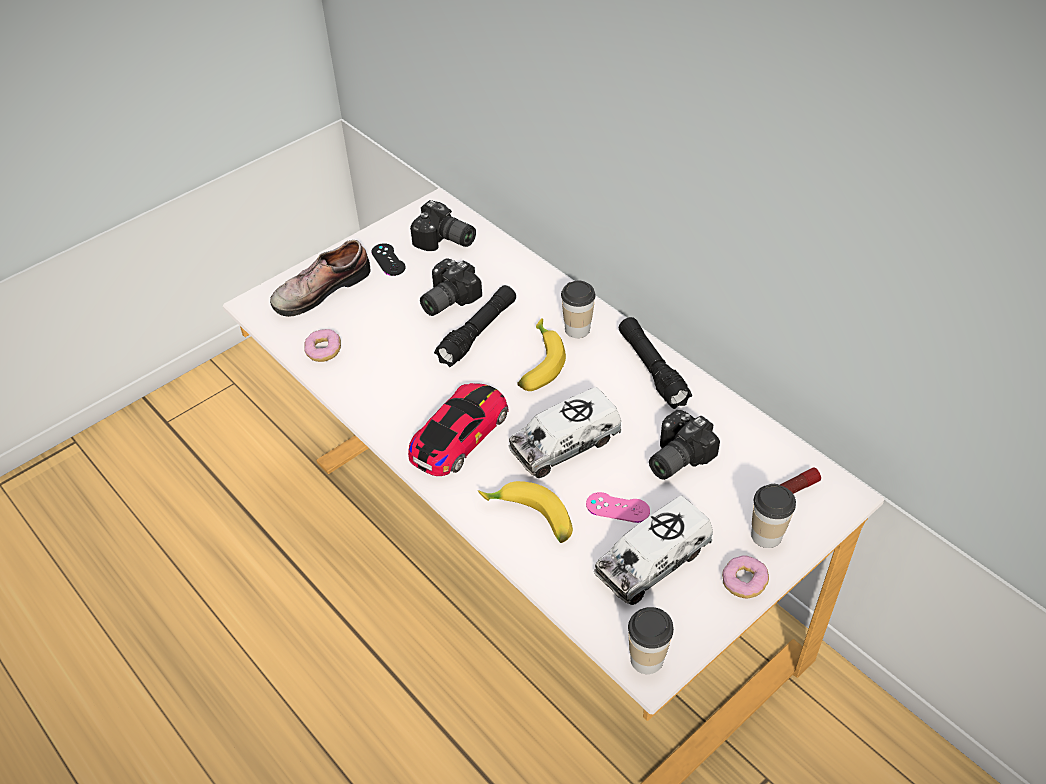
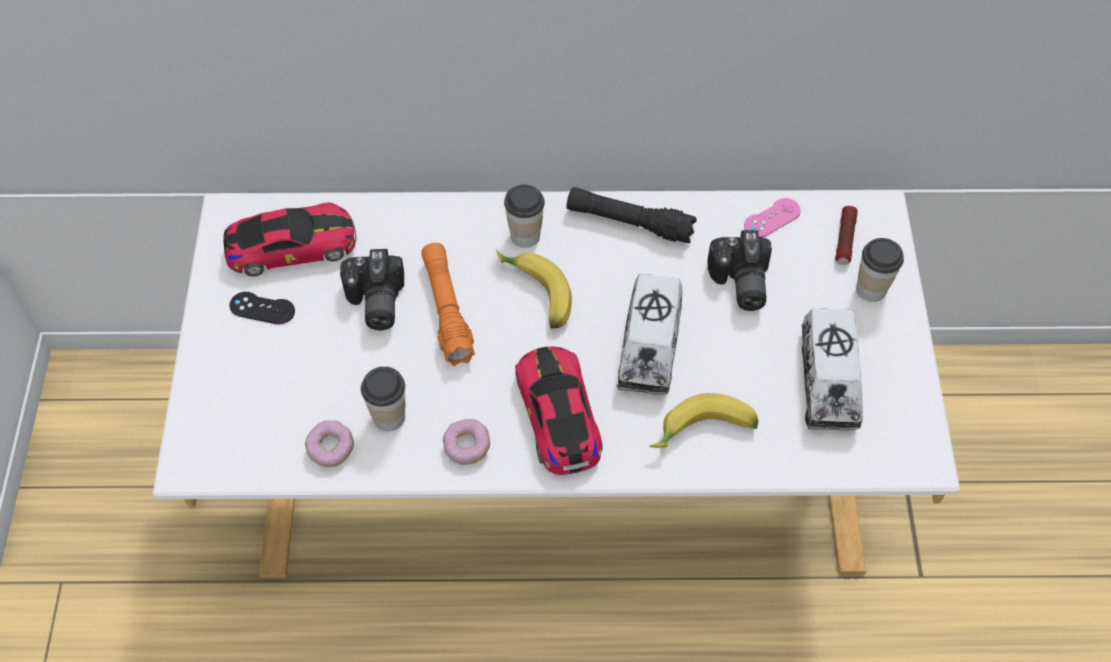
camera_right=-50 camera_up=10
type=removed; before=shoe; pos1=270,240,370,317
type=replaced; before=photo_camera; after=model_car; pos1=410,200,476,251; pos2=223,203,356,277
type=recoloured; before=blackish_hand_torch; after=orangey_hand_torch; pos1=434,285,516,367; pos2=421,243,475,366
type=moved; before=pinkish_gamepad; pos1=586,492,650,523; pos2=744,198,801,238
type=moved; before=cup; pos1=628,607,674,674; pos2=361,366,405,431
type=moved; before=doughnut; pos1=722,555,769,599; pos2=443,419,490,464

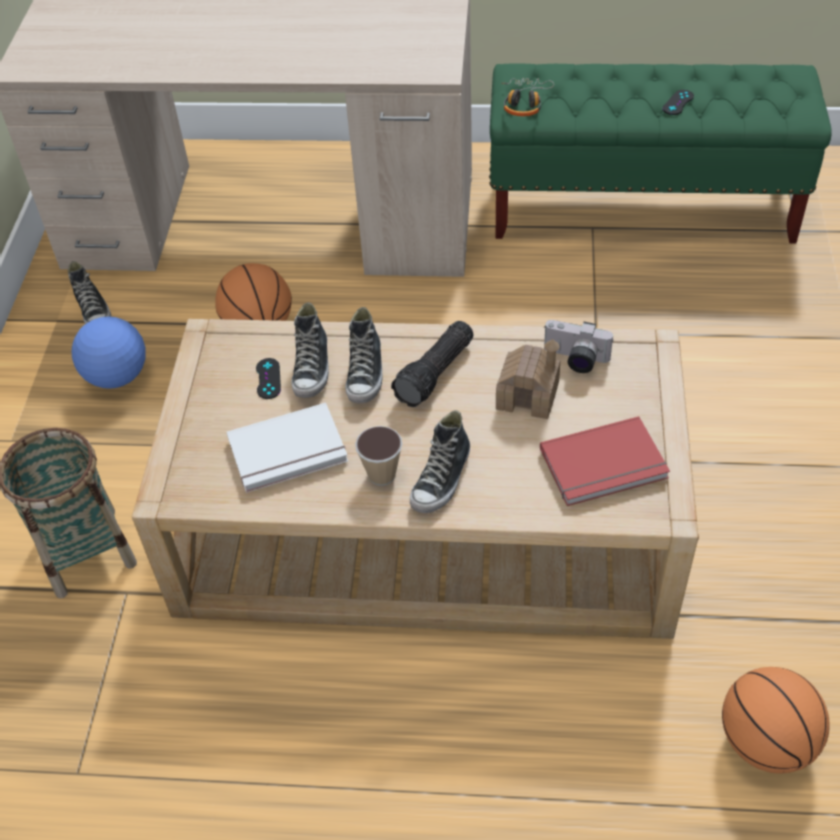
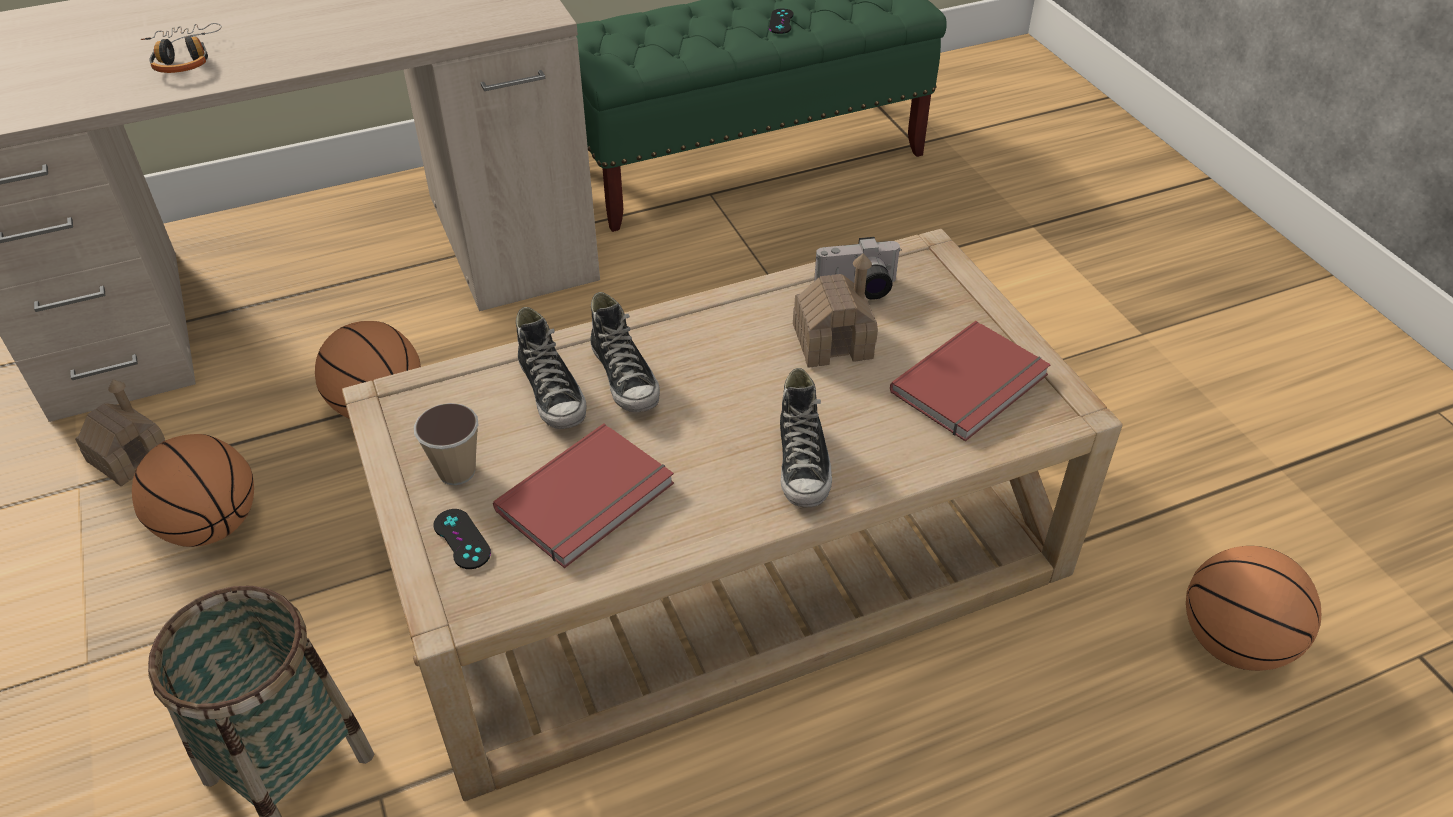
camera_right=-30 camera_up=-5
type=replaced; before=shoe; after=miniature_house; pos1=68,261,111,324; pos2=75,380,165,486
type=replaced; before=football_ball; after=basketball; pos1=72,317,146,389; pos2=132,434,254,547
type=recoloured; before=whitish_book; after=red_book; pos1=227,403,348,493; pos2=493,423,674,568
type=moved; before=blackish_gamepad; pos1=256,358,281,399; pos2=434,509,491,569
type=moved; before=cup; pos1=355,426,402,486; pos2=414,403,478,485
type=removed; before=hand_torch; pos1=391,321,474,407
type=moved; before=headset; pos1=501,78,554,116; pos2=141,23,222,73

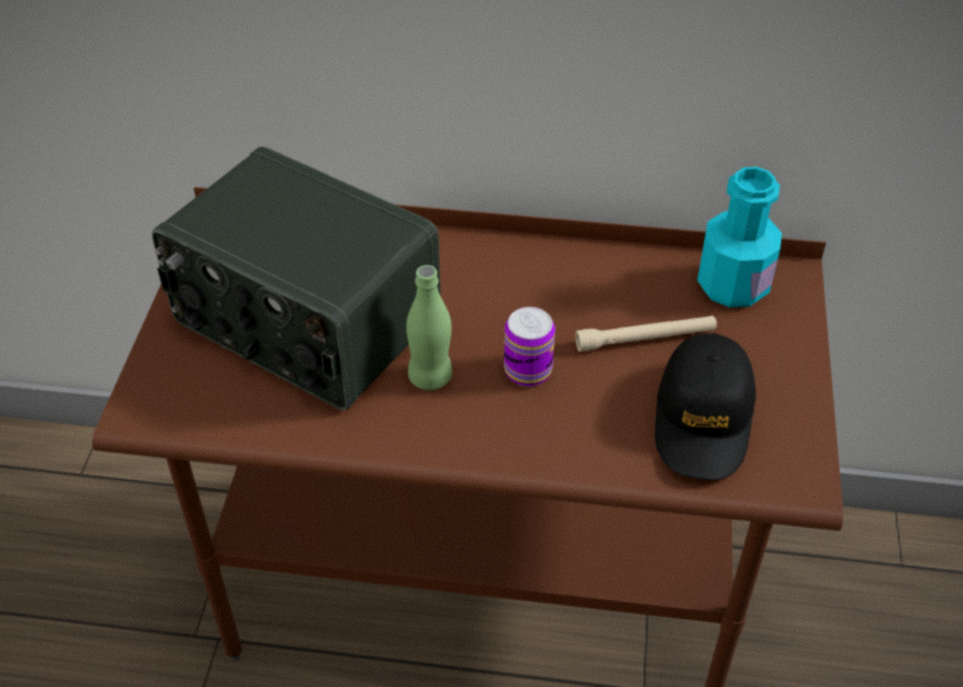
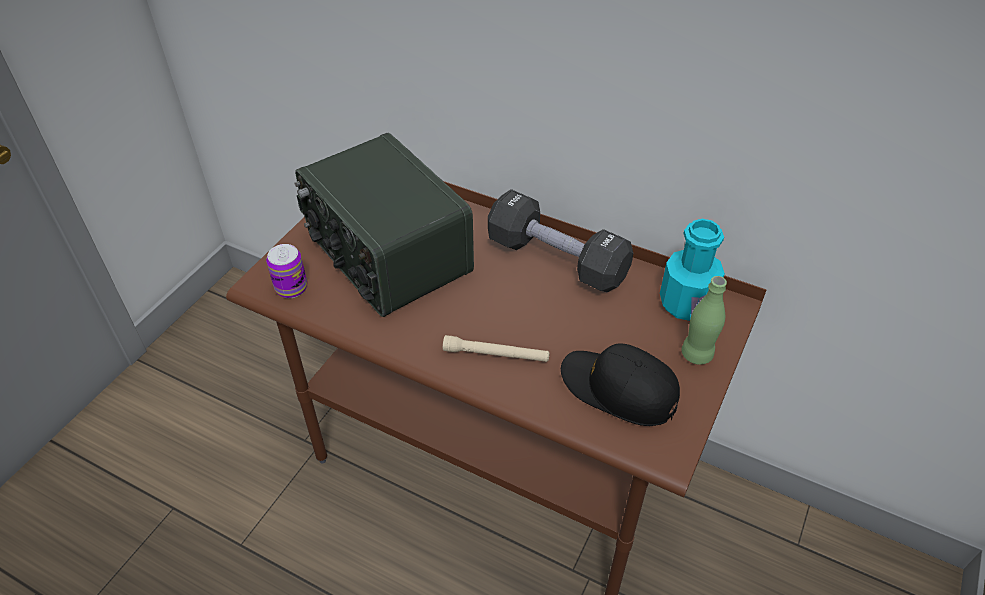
camera_right=20 camera_up=0
type=moved; before=green_bottle; pos1=406,265,452,390; pos2=682,276,727,365
type=moved; before=sealed_can; pos1=504,307,555,387; pos2=266,244,307,298
type=moved; before=beige_hand_torch; pos1=575,316,717,352; pos2=443,335,550,362
type=turned; before=blackish_cap; pos1=655,333,756,480; pos2=561,343,680,426; turn=90
type=added; after=blackish_dumbbell; pos2=488,189,633,292

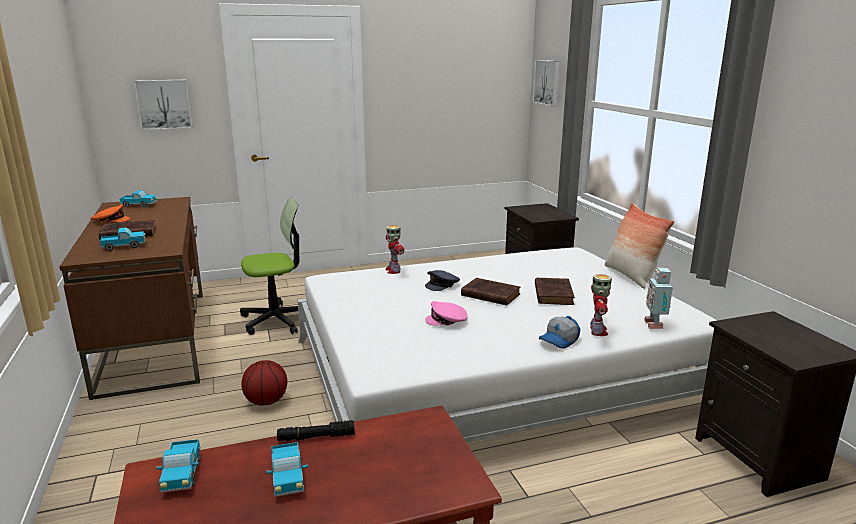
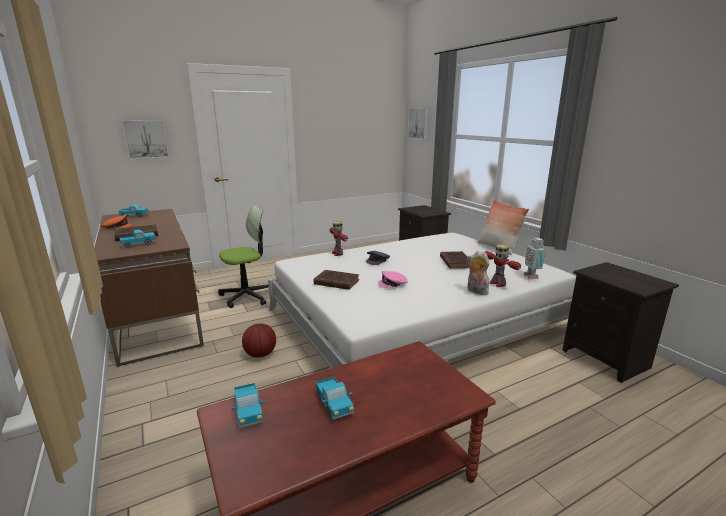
camera_right=-10 camera_up=0
type=removed; before=blackish_hand_torch; pos1=277,420,355,441
type=moved; before=brown_book; pos1=461,278,521,306; pos2=314,270,359,290
type=replaced; before=cap; after=cuddly_toy; pos1=539,316,581,348; pos2=467,251,490,295
type=turned; before=model_robot; pos1=590,274,612,336; pos2=485,244,521,287; turn=150

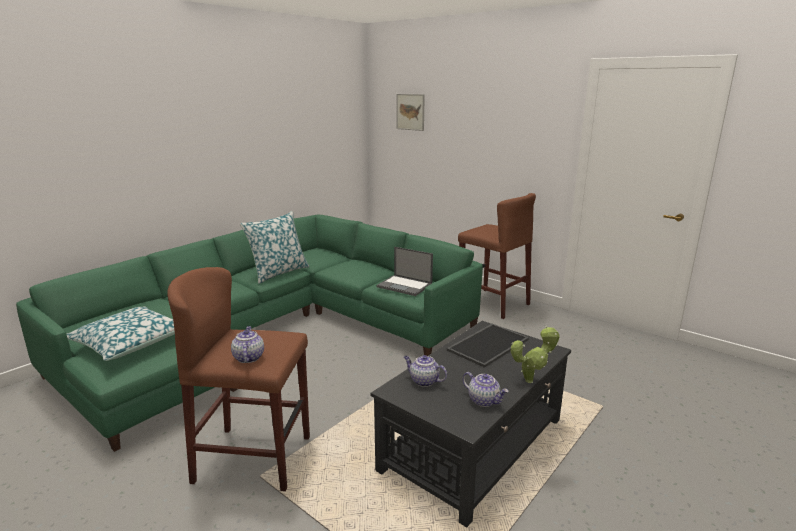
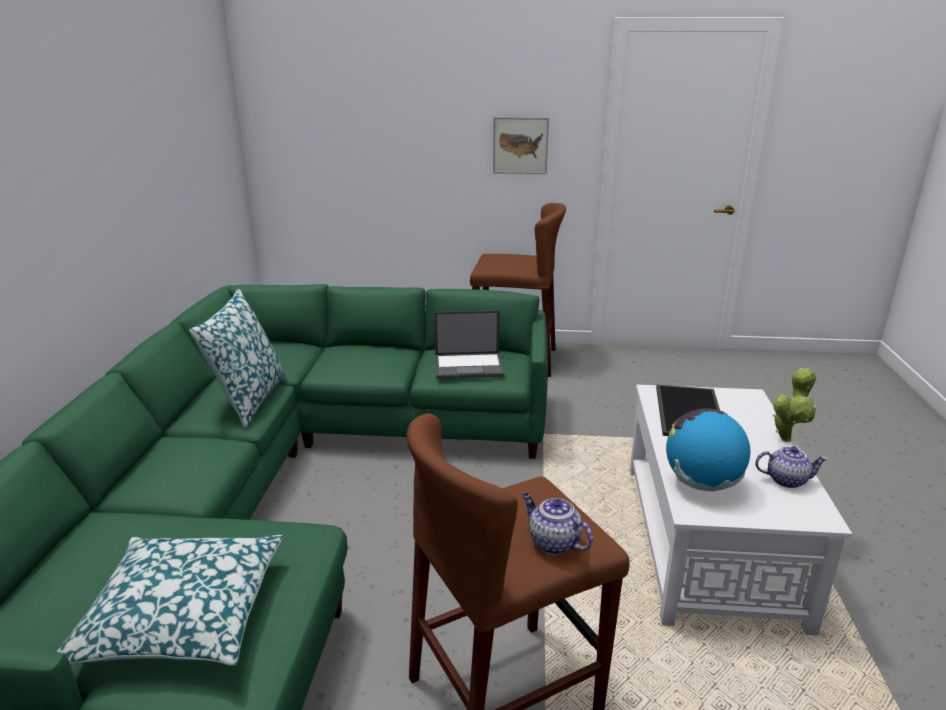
camera_right=-35 camera_up=5
type=recoloured; before=blackish_low_table; after=whitish_low_table; pos1=371,321,571,528; pos2=630,385,852,636
type=moved; before=wall_picture; pos1=396,94,425,131; pos2=493,117,549,174
type=replaced; before=pot_for_tea; after=world_globe; pos1=404,355,447,387; pos2=666,409,750,492

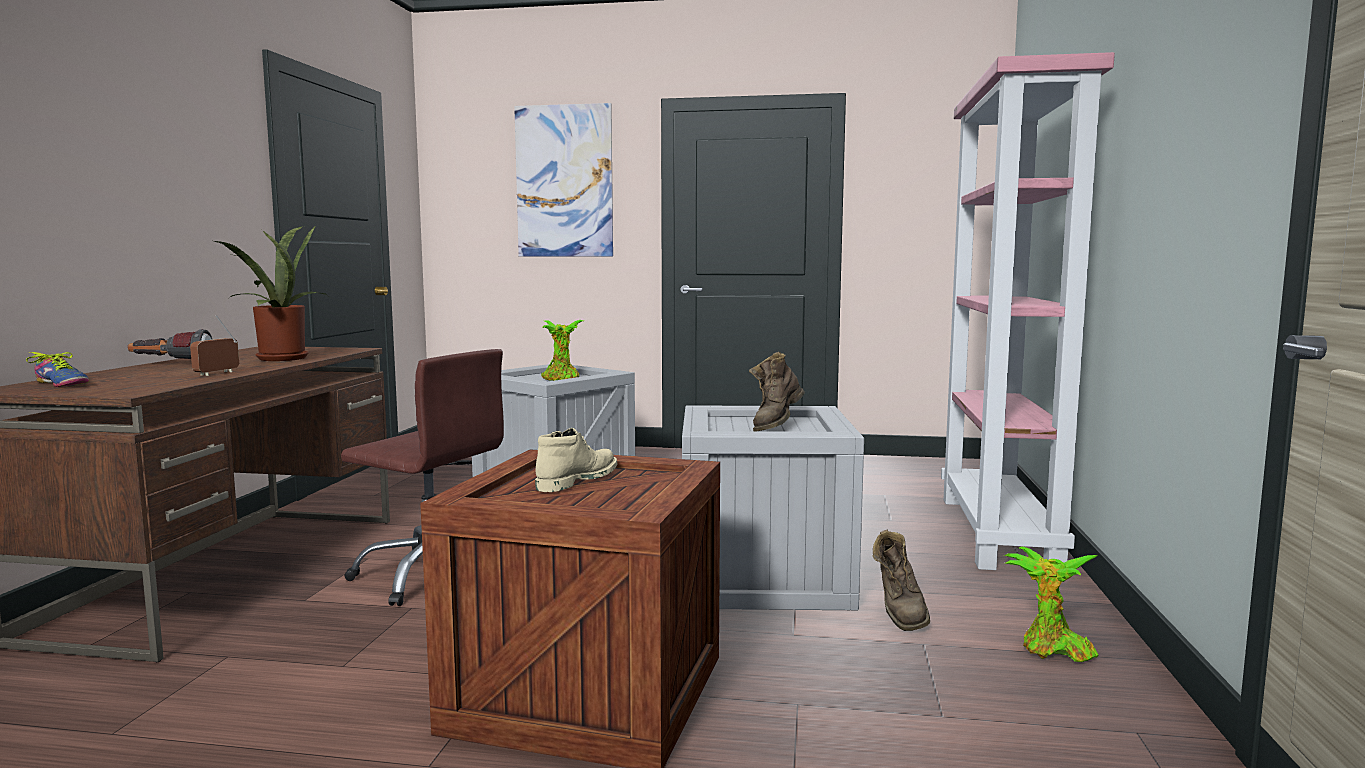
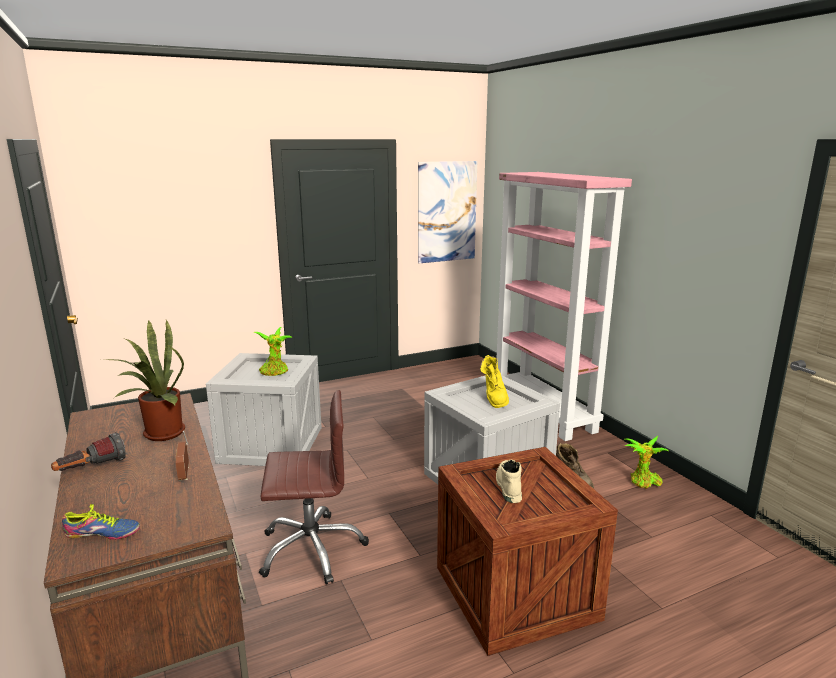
camera_right=-35 camera_up=10
type=moved; before=wall_picture; pos1=514,103,613,257; pos2=418,161,477,263
type=recoloured; before=brown_boot; after=yellow_boot; pos1=749,352,805,431; pos2=480,355,509,408

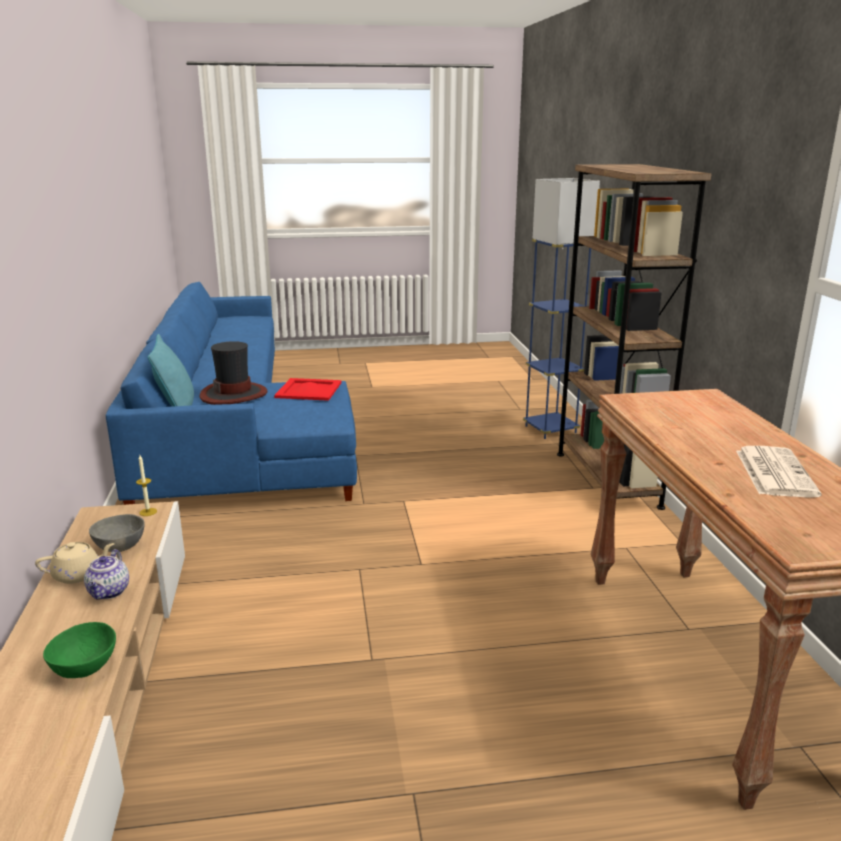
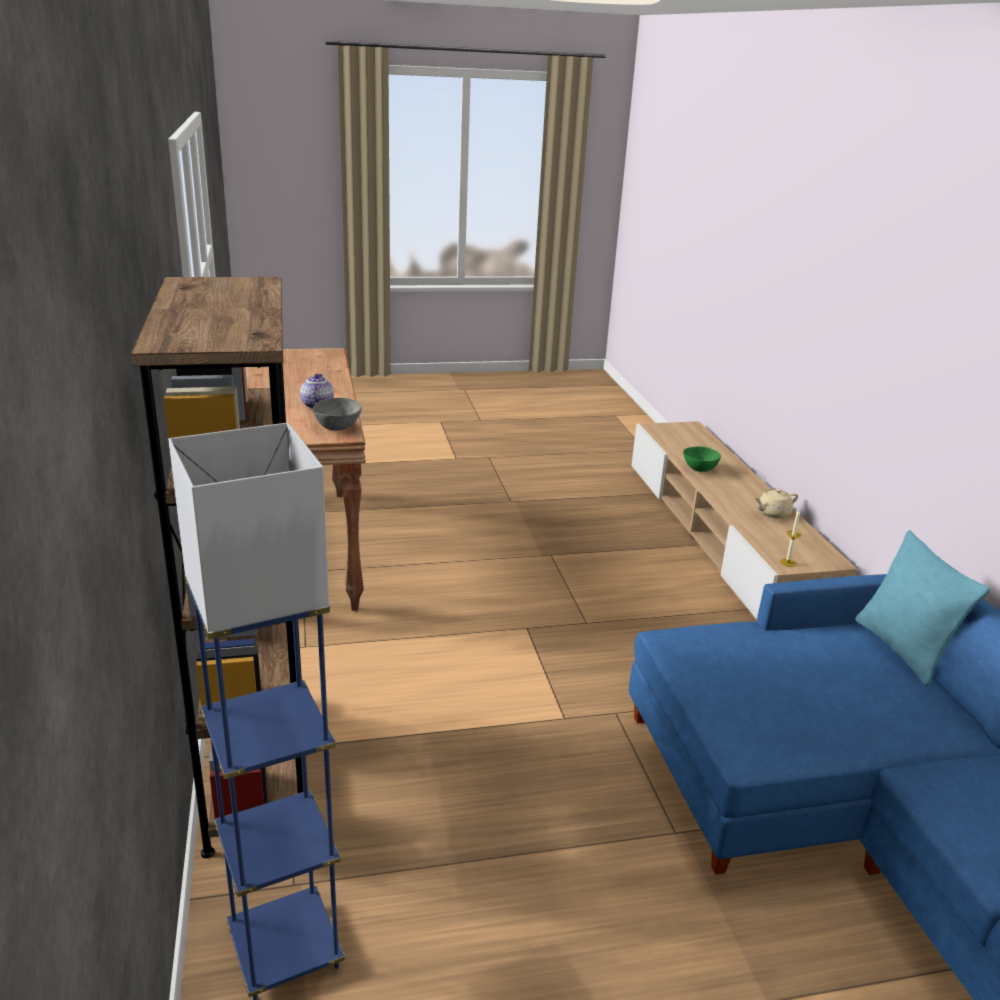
camera_right=175 camera_up=5
type=moved; before=pot_for_tea; pos1=84,549,129,600; pos2=300,374,334,409
type=moved; before=greyish_bowl; pos1=89,514,145,552; pos2=313,398,362,431
type=removed; before=hat; pos1=199,341,267,405
type=removed; before=red_carrying_tray; pos1=274,378,342,401
type=removed; before=newspaper; pos1=736,446,821,498

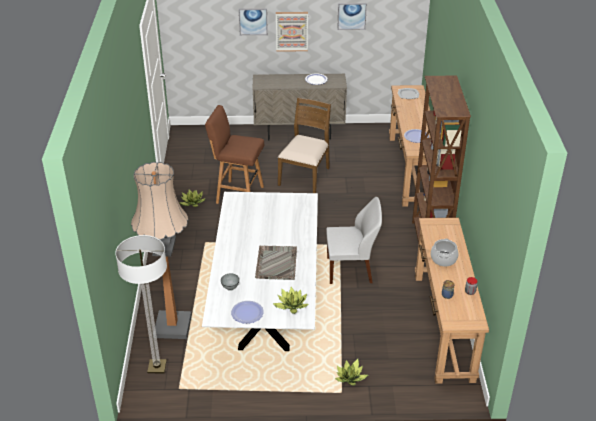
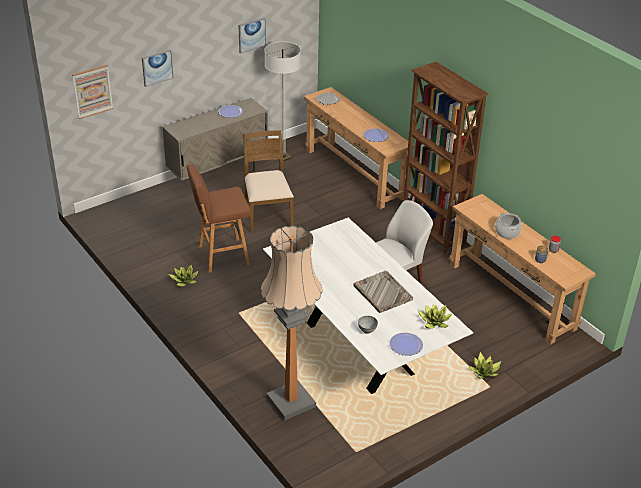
camera_right=-35 camera_up=0
type=moved; before=standing_lamp; pos1=115,235,167,373; pos2=264,42,301,161
type=moved; before=wall_picture; pos1=276,12,308,52; pos2=72,65,113,119

